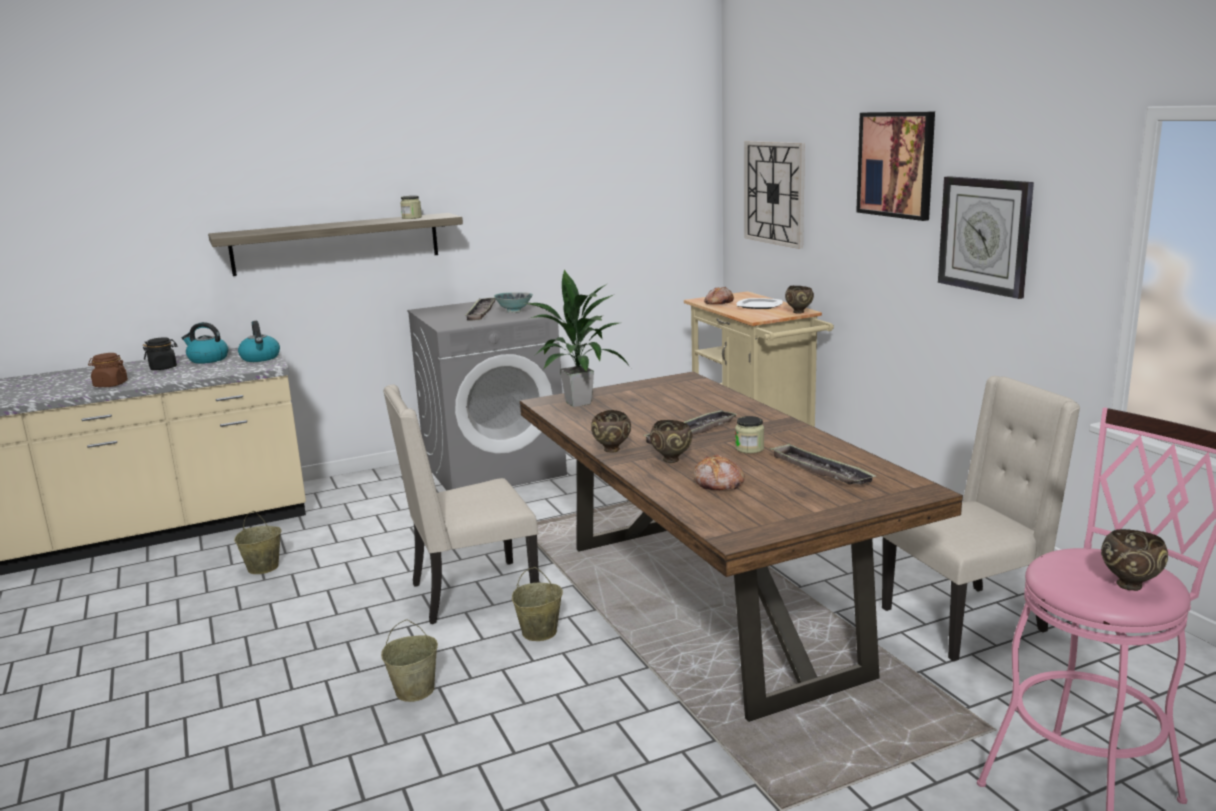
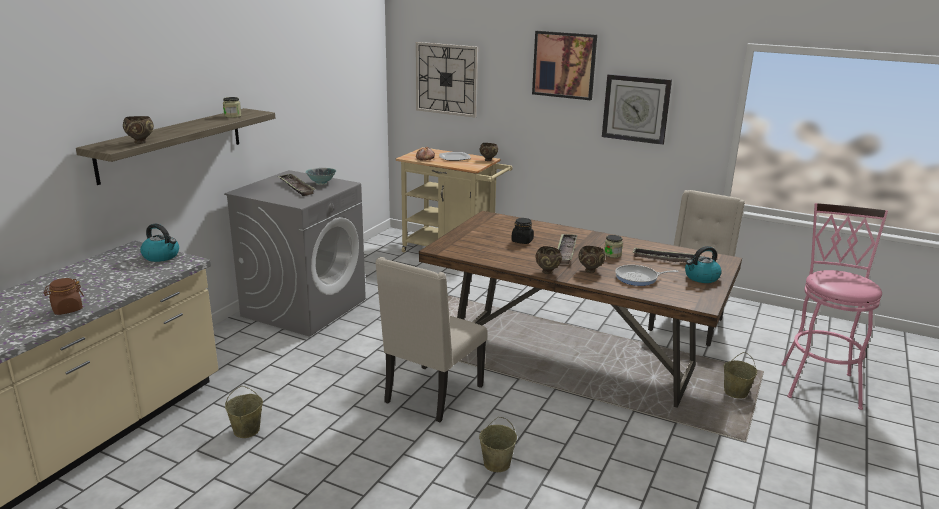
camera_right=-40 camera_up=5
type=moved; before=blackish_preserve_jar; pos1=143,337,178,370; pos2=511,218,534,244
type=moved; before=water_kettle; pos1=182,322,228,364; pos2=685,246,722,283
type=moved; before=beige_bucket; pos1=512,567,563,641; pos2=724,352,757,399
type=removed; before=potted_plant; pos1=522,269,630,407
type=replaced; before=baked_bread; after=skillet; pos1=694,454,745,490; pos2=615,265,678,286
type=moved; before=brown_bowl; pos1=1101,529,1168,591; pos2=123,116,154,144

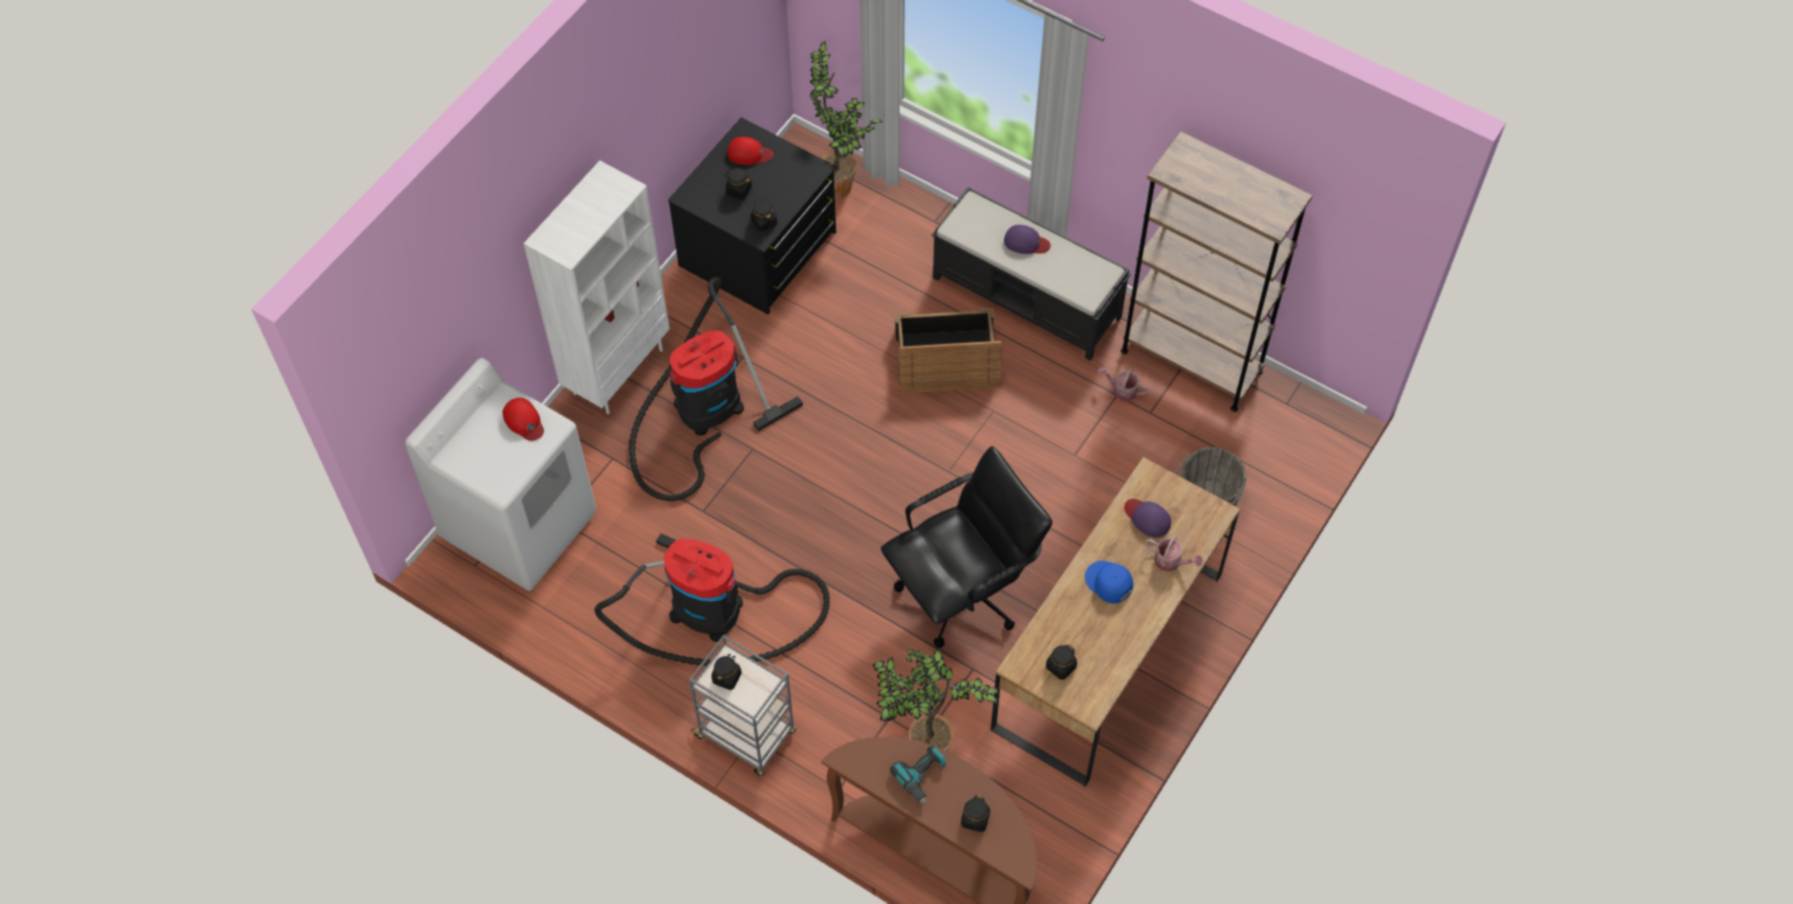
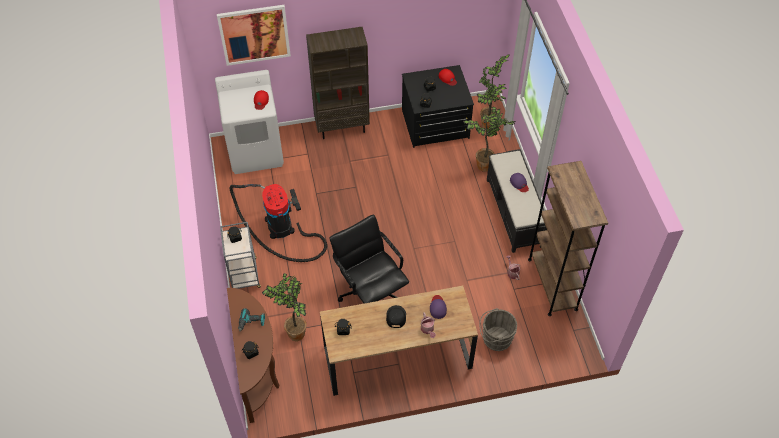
camera_right=45 camera_up=-5
type=recoloured; before=whitish_bookshelf; after=brown_bookshelf; pos1=523,161,670,414; pos2=306,27,370,139
type=removed; before=vacuum_cleaner; pos1=629,277,803,501
type=turned; before=blackish_computer_chair; pos1=881,446,1052,648; pos2=330,214,409,303; turn=-135
type=removed; before=packing_crate; pos1=895,308,1002,393
type=recoloured; before=blue_cap; after=blackish_cap; pos1=1085,561,1133,604; pos2=386,305,406,328
type=added; after=wall_picture; pos2=217,5,291,66
type=added; after=potted_plant; pos2=463,107,515,172

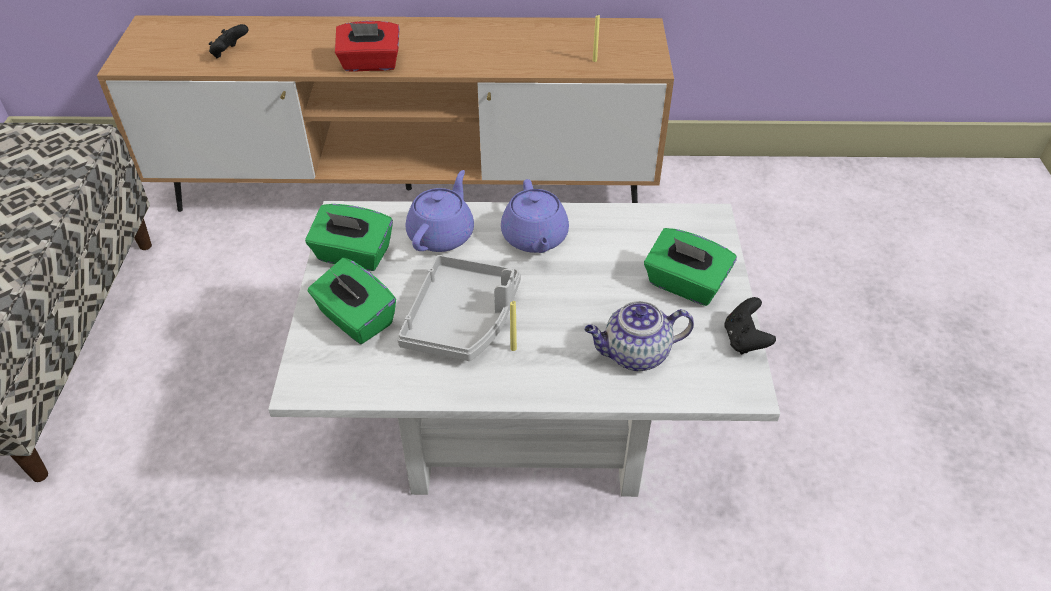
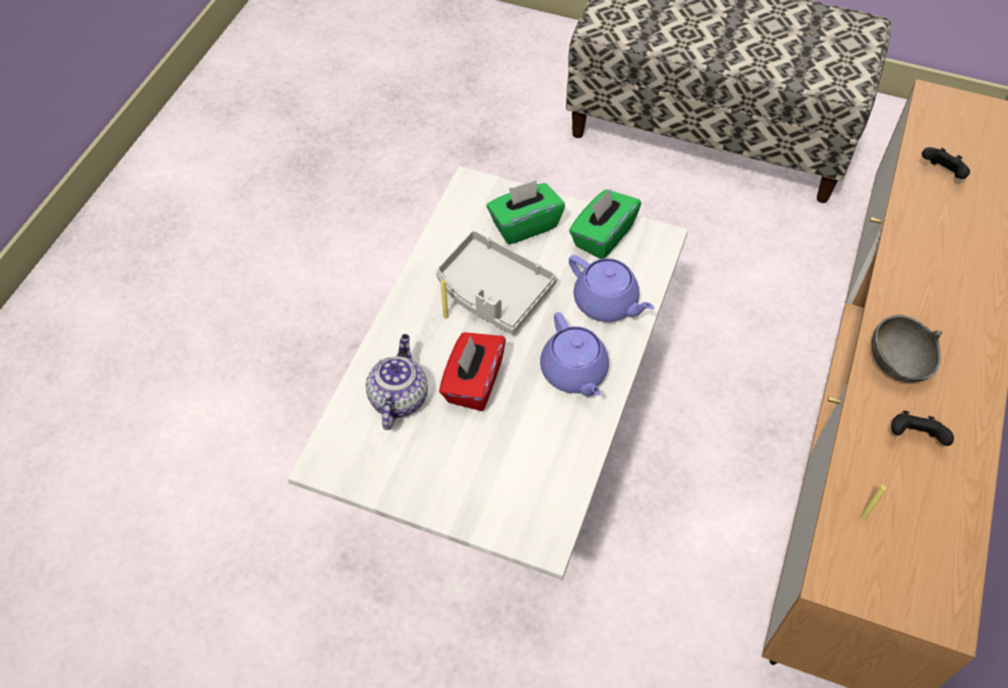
camera_right=110 camera_up=10
type=moved; before=red_box_of_tissues; pos1=335,21,400,72; pos2=439,332,506,411
type=turned; before=purplish_pot_for_tea; pos1=501,179,569,253; pos2=540,312,609,396; turn=-120
type=removed; before=green_box_of_tissues; pos1=644,228,737,306
type=moved; before=blackish_gamepad; pos1=724,297,776,354; pos2=891,410,954,446
type=added; after=greyish_bowl; pos2=872,315,942,382

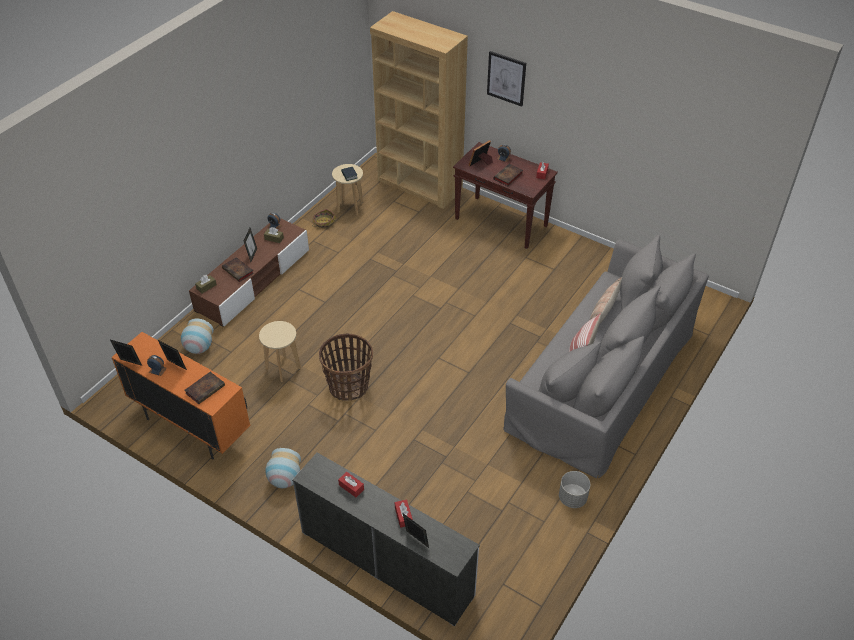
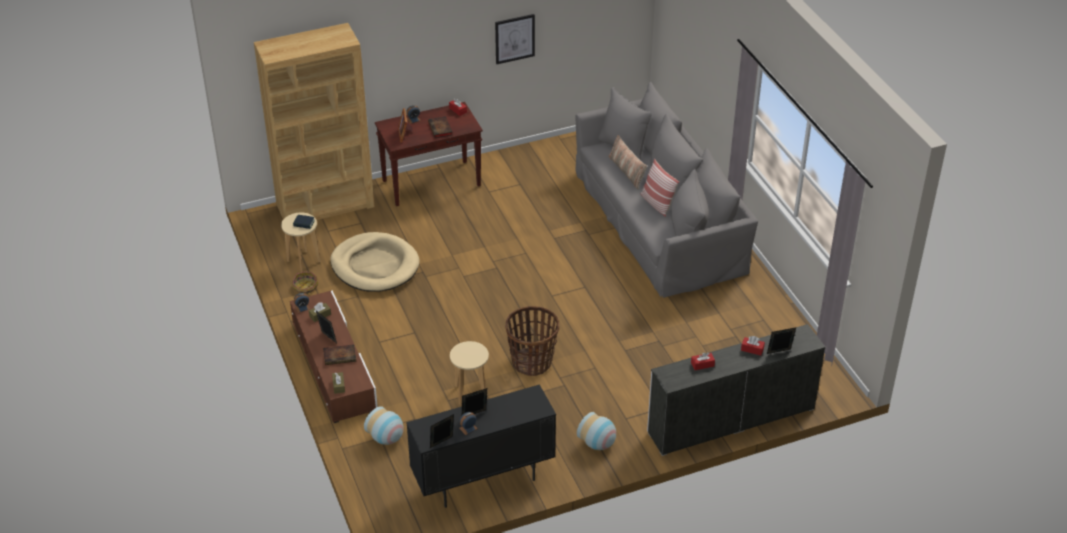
camera_right=-55 camera_up=-5
type=recoloured; before=orangey_cabinet; after=blackish_cabinet; pos1=112,332,250,459; pos2=406,384,556,508
type=removed; before=book; pos1=184,372,225,404
type=moved; before=wall_picture; pos1=487,51,526,107; pos2=495,14,535,64
type=removed; before=greyish_planter; pos1=559,471,590,508
type=added; after=beige_dog_bed; pos2=330,232,420,292

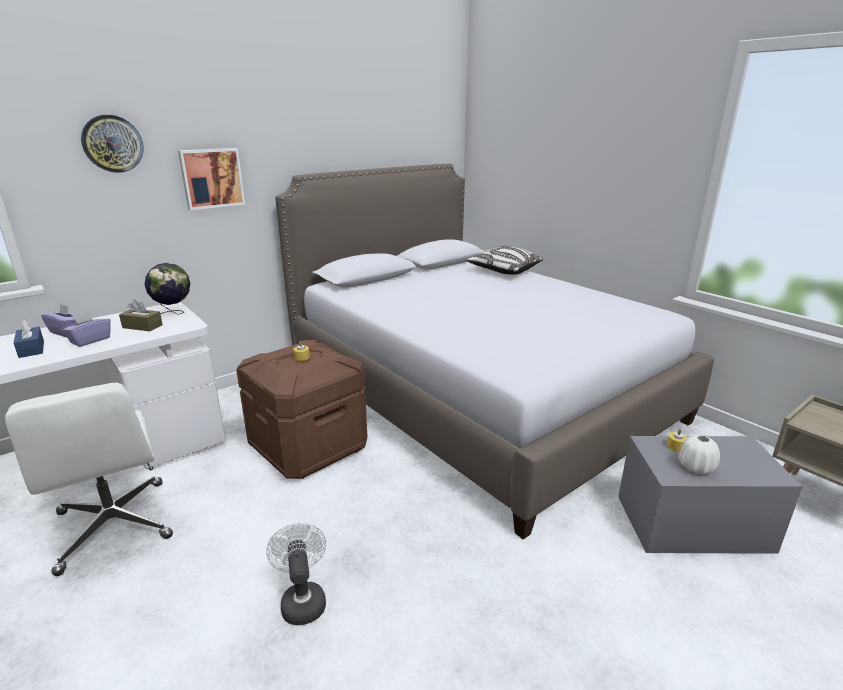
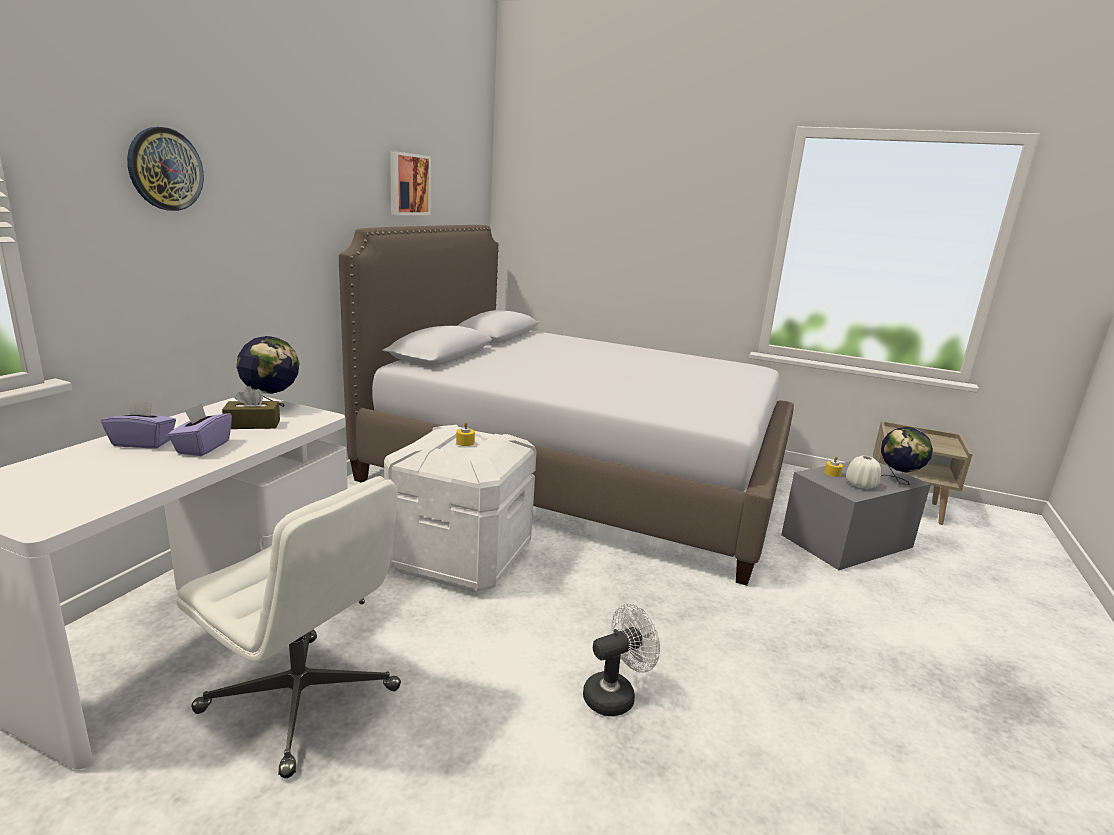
camera_right=-30 camera_up=-5
type=removed; before=blue_box_of_tissues; pos1=14,319,44,358
type=moved; before=wall_picture; pos1=178,148,245,210; pos2=390,151,431,215
type=recoloured; before=brown_storage_bin; after=whitish_storage_bin; pos1=236,340,367,479; pos2=384,425,537,592
type=turned; before=whitish_cooling_fan; pos1=266,522,326,625; pos2=583,603,660,716; turn=105
type=removed; before=throw_pillow; pos1=465,246,543,275
type=added; after=world_globe; pos2=881,427,933,485

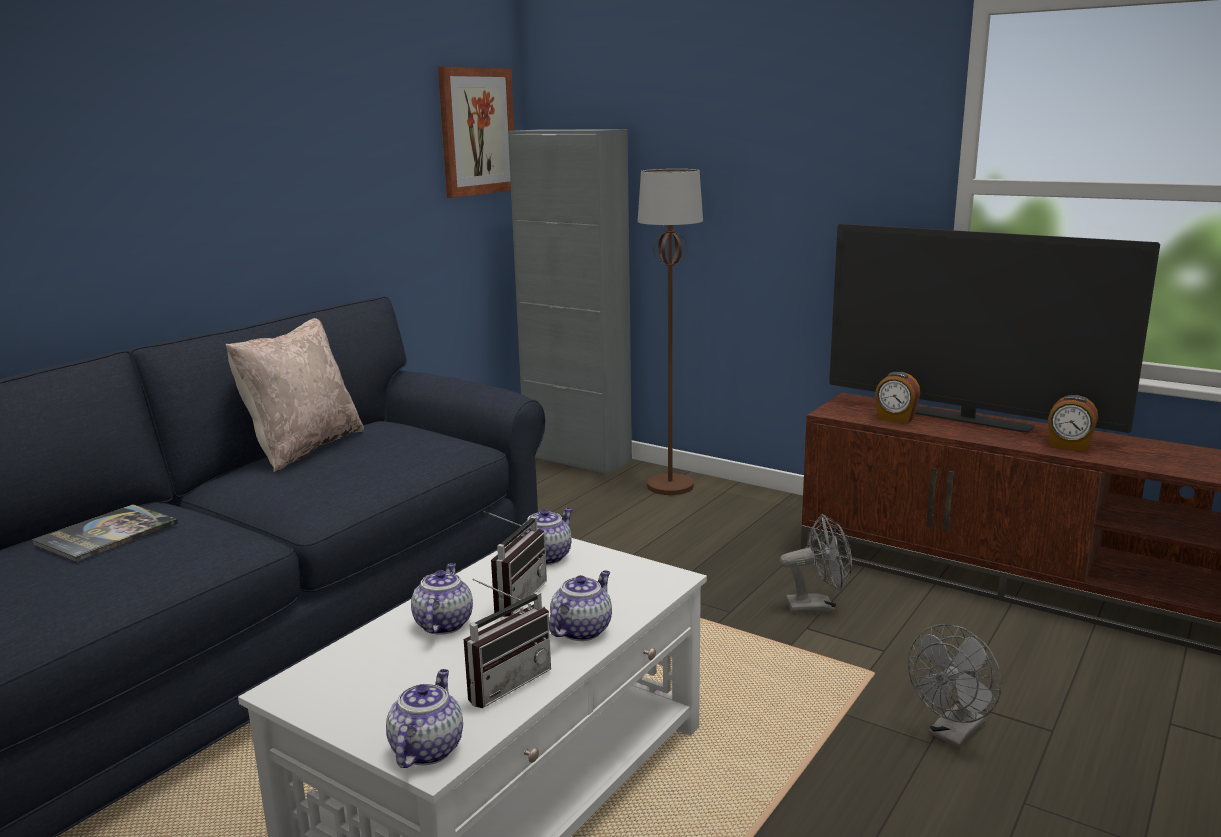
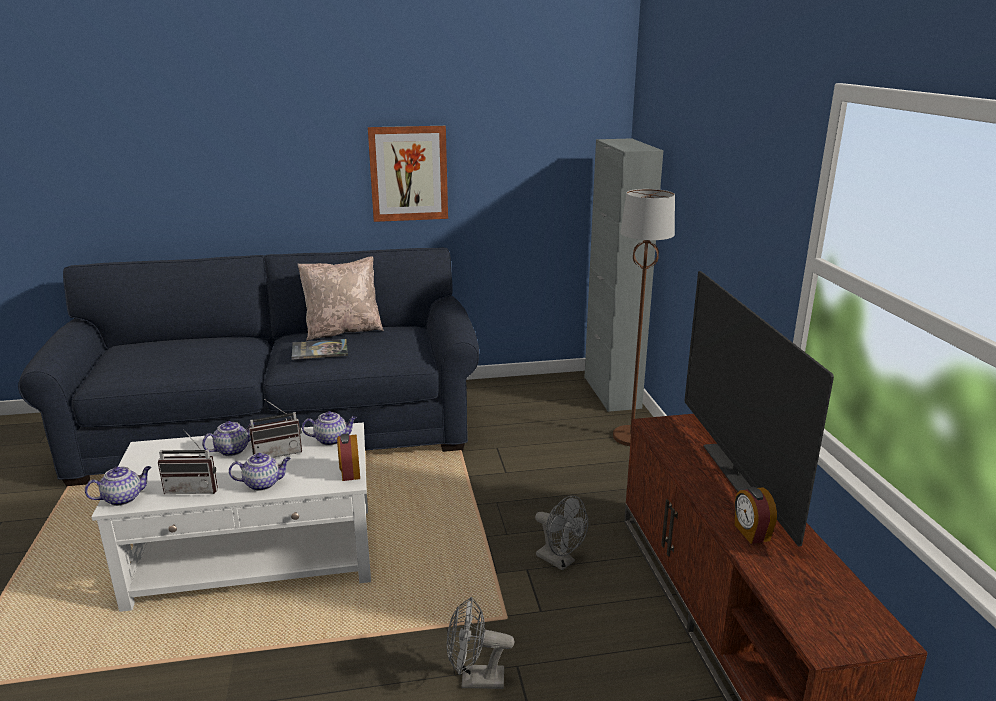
camera_right=45 camera_up=5
type=moved; before=book; pos1=32,504,178,562; pos2=292,339,348,360
type=moved; before=wall_picture; pos1=438,67,514,198; pos2=368,126,448,222
type=moved; before=table_clock; pos1=875,372,920,423; pos2=337,434,360,481

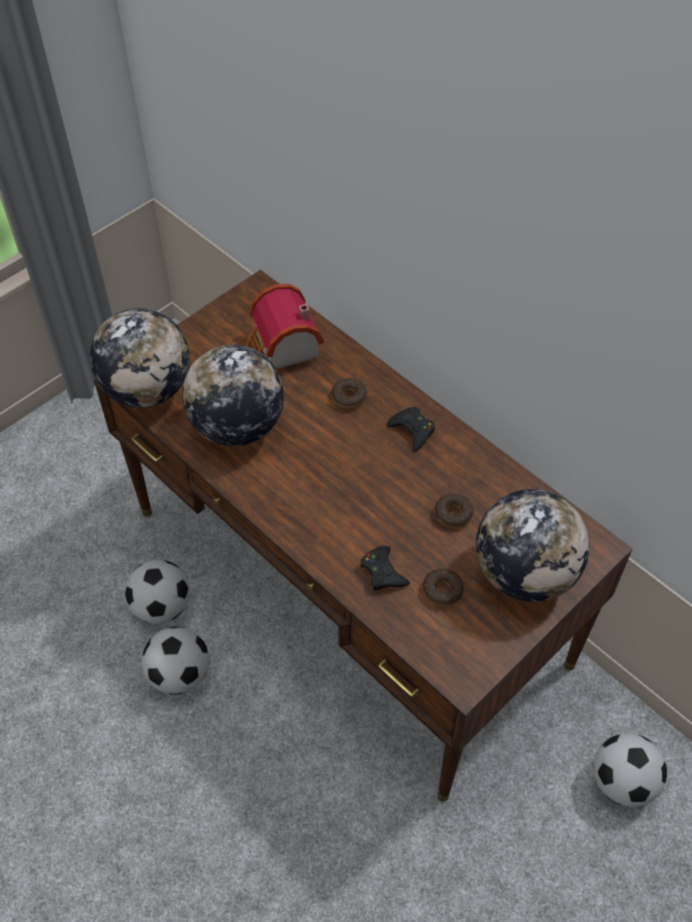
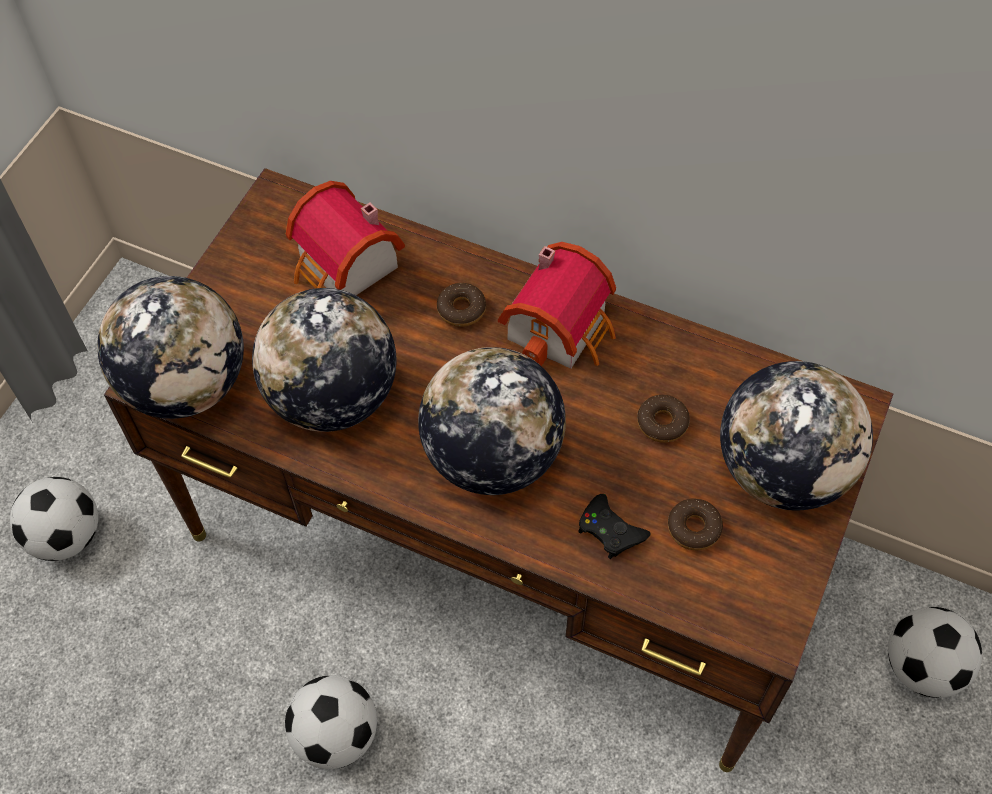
camera_right=-20 camera_up=5
type=moved; before=football_ball; pos1=125,560,190,624; pos2=10,477,98,561
type=replaced; before=blackish_gamepad; after=miniature_house; pos1=387,407,435,452; pos2=498,242,616,369
type=added; after=world_globe; pos2=418,347,566,495

